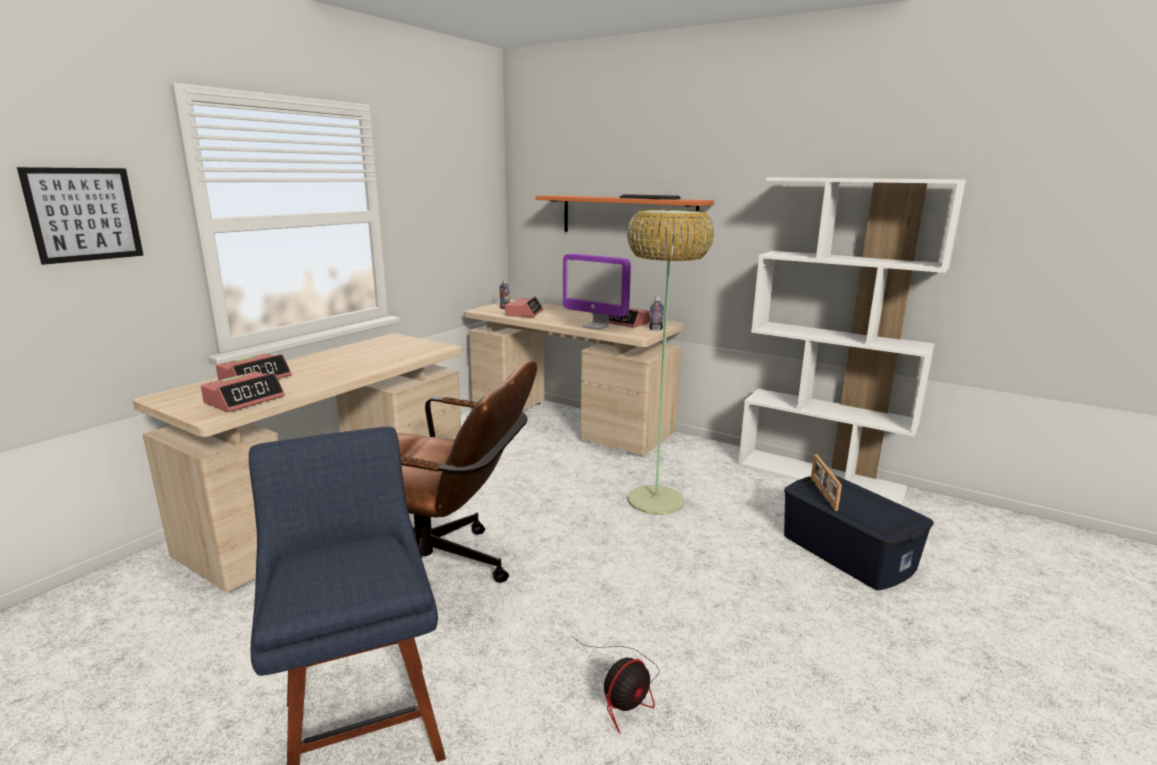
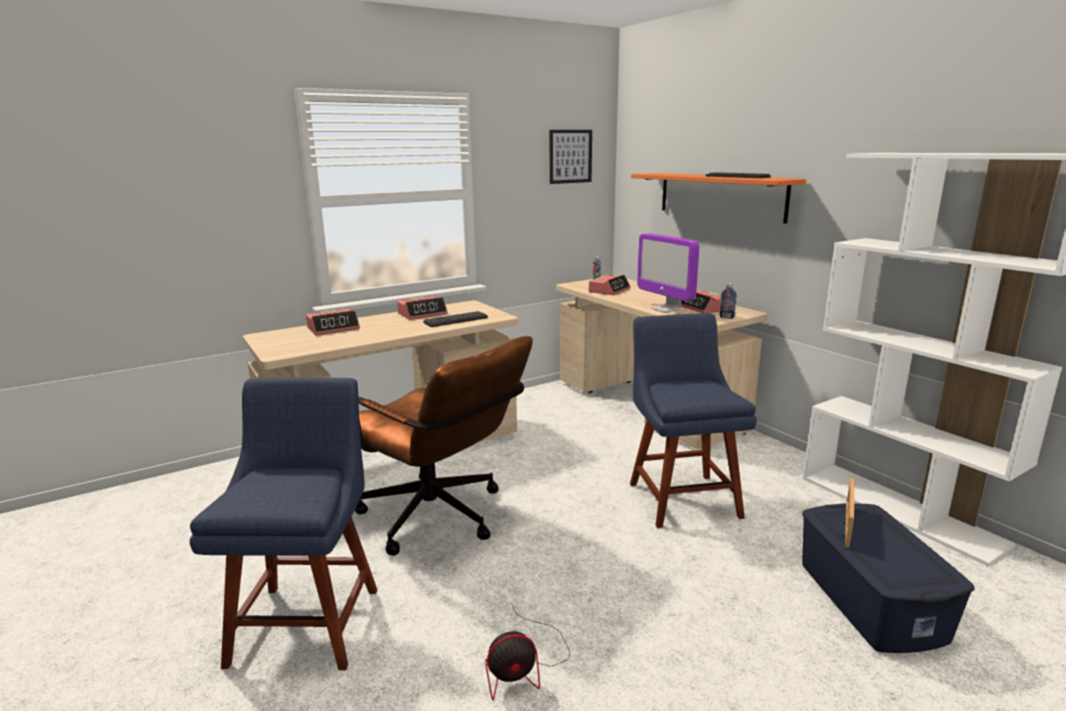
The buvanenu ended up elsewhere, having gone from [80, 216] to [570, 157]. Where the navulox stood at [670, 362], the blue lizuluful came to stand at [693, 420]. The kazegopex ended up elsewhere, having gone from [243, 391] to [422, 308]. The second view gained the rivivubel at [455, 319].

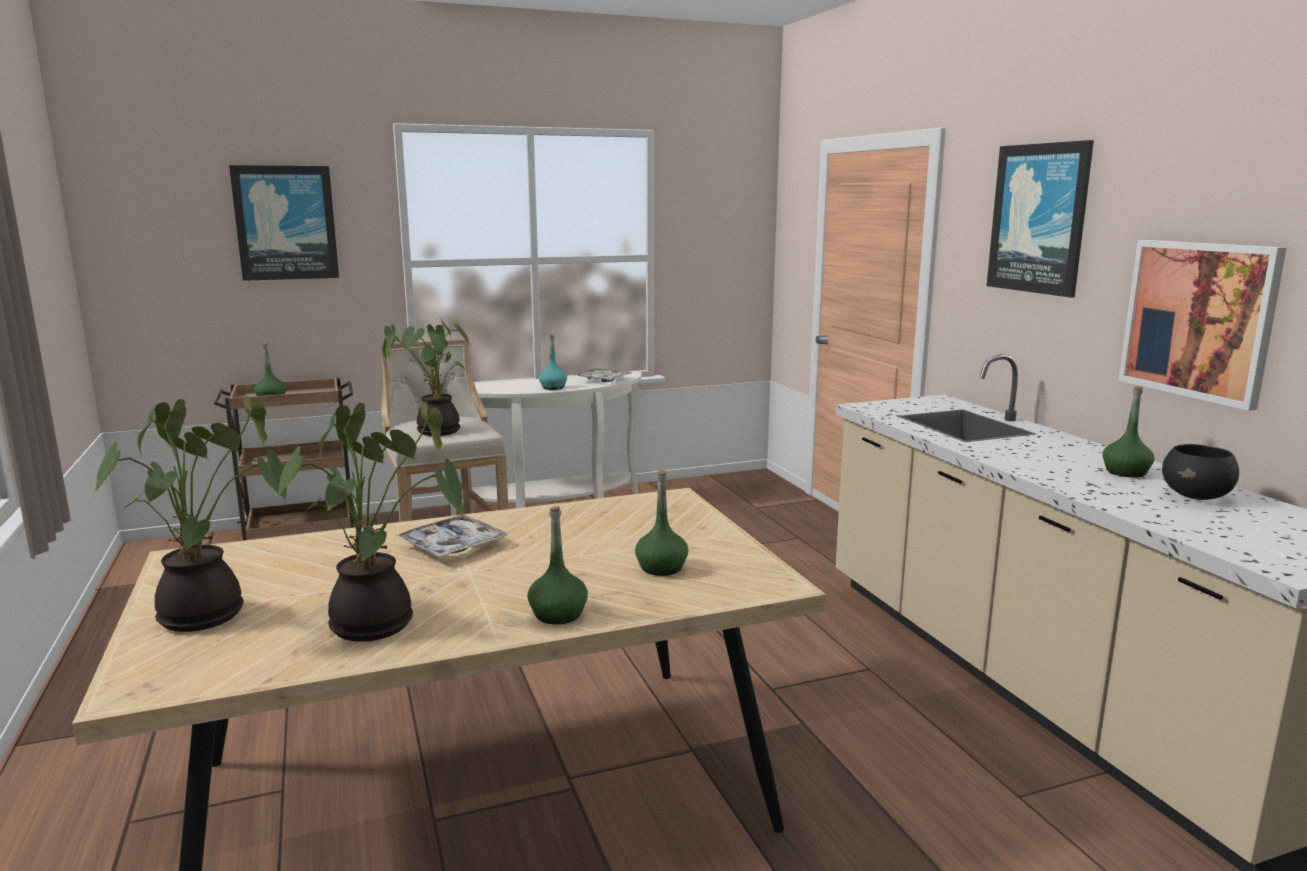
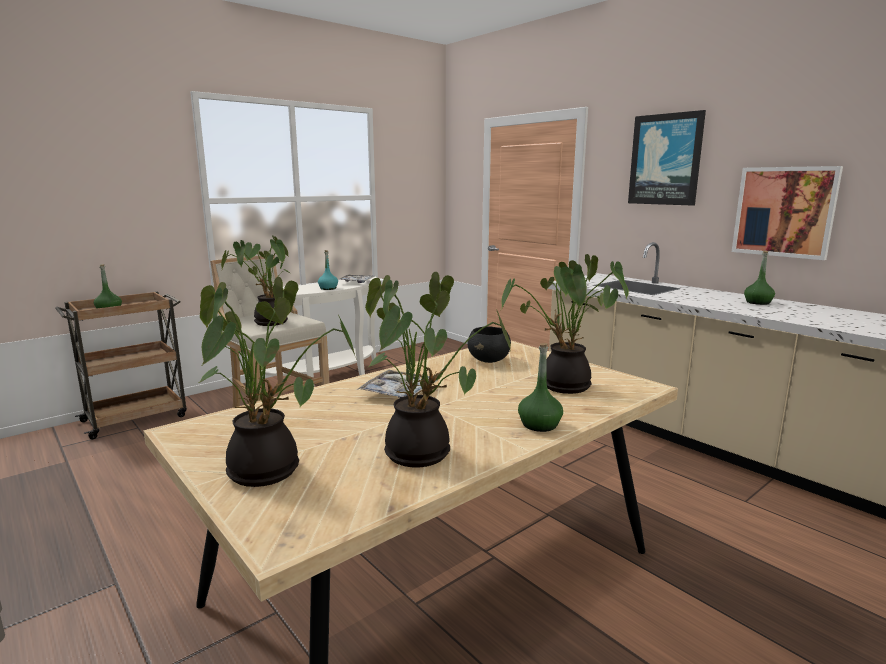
The second view lost the buvanenu at [284, 223]. The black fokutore ended up elsewhere, having gone from [1200, 472] to [489, 344]. Where the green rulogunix stood at [661, 523], the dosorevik came to stand at [565, 324].

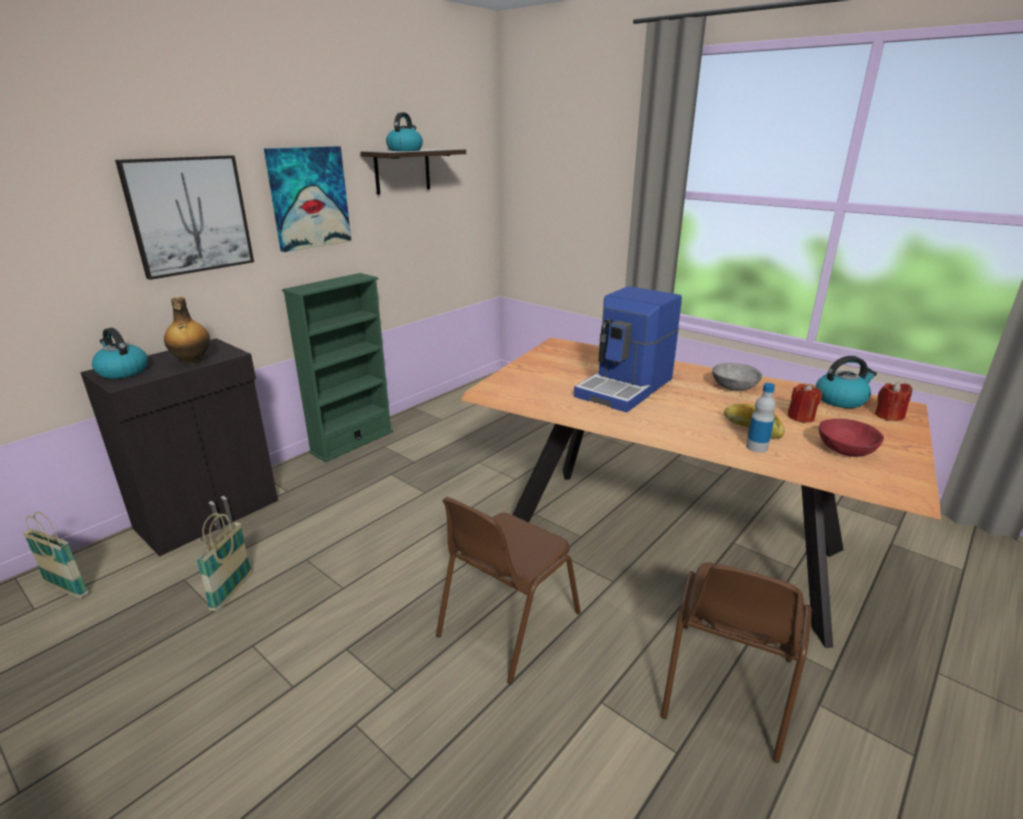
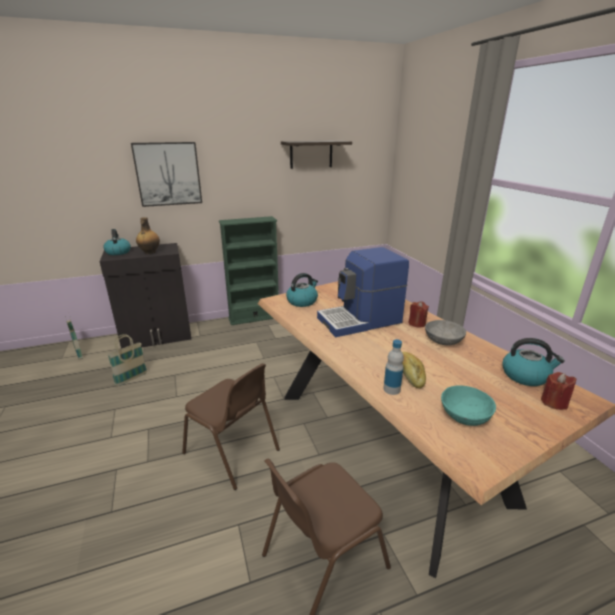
The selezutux ended up elsewhere, having gone from [404, 131] to [302, 290]. The second view lost the buvanenu at [307, 199]. The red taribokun ended up elsewhere, having gone from [804, 403] to [418, 314]. What was the red fokutore at [851, 438] turned into the turquoise fokutore at [468, 405]. The brown lizuluful at [508, 590] ended up facing another way, 120 degrees counterclockwise from before.

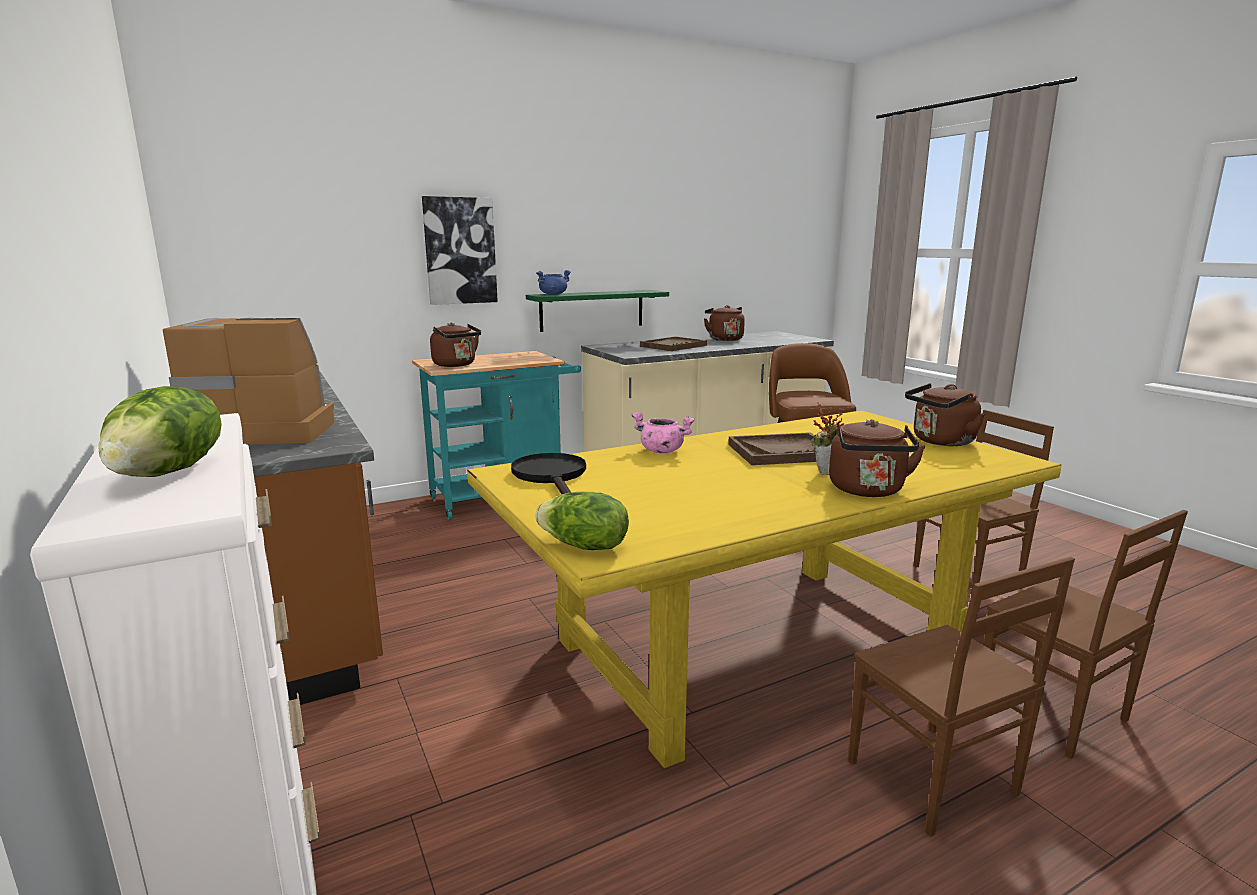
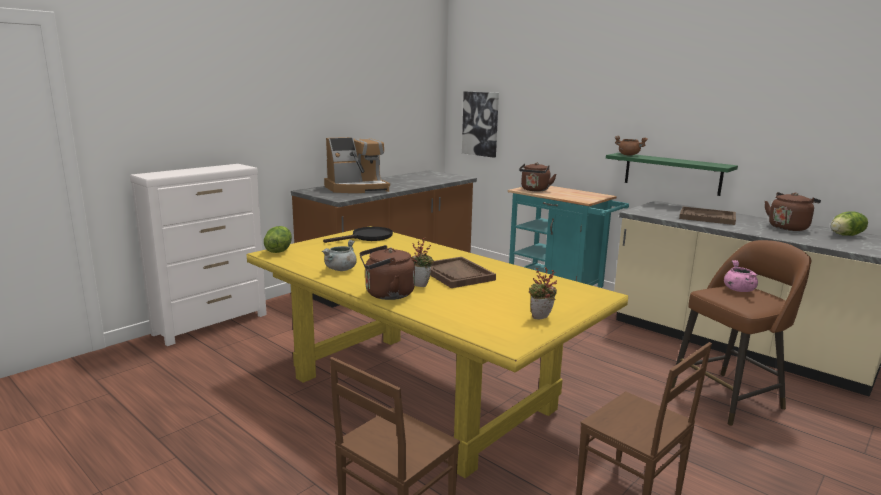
The buvanenu ended up elsewhere, having gone from [460, 250] to [480, 124]. What was the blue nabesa at [553, 282] turned into the brown nabesa at [631, 146]. The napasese at [248, 381] ended up facing another way, 90 degrees clockwise from before. Where the brown selezutux stood at [945, 414], the dosorevik came to stand at [543, 293]. The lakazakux ended up elsewhere, having gone from [160, 431] to [849, 223]. The pink nabesa ended up elsewhere, having gone from [663, 432] to [741, 276]. The second view lost the brown lizuluful at [961, 697]. The second view gained the grey nabesa at [339, 255].

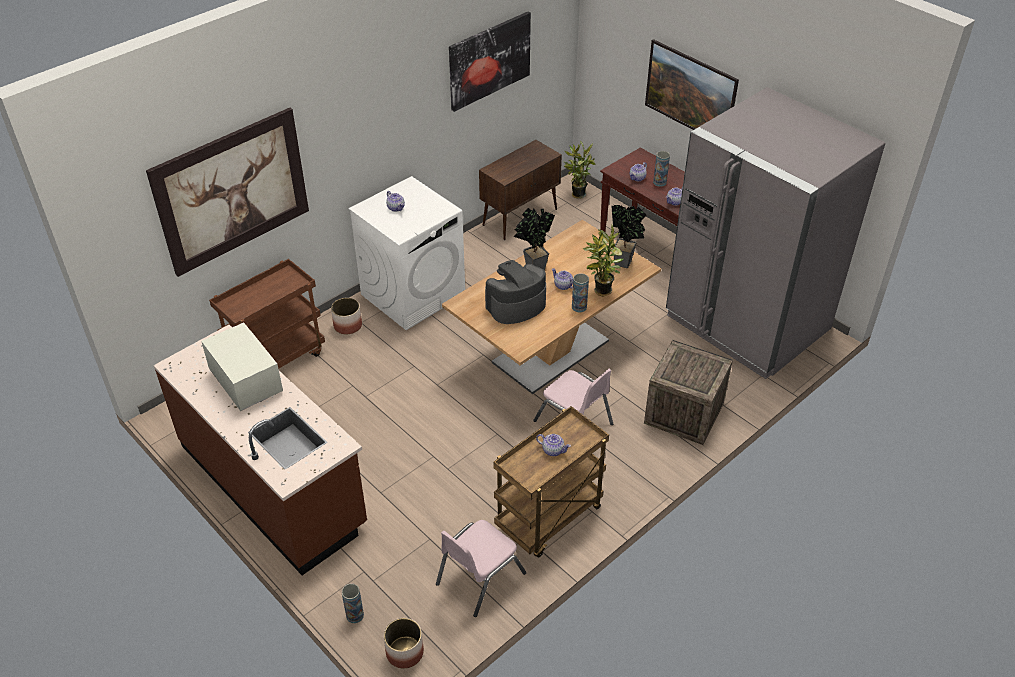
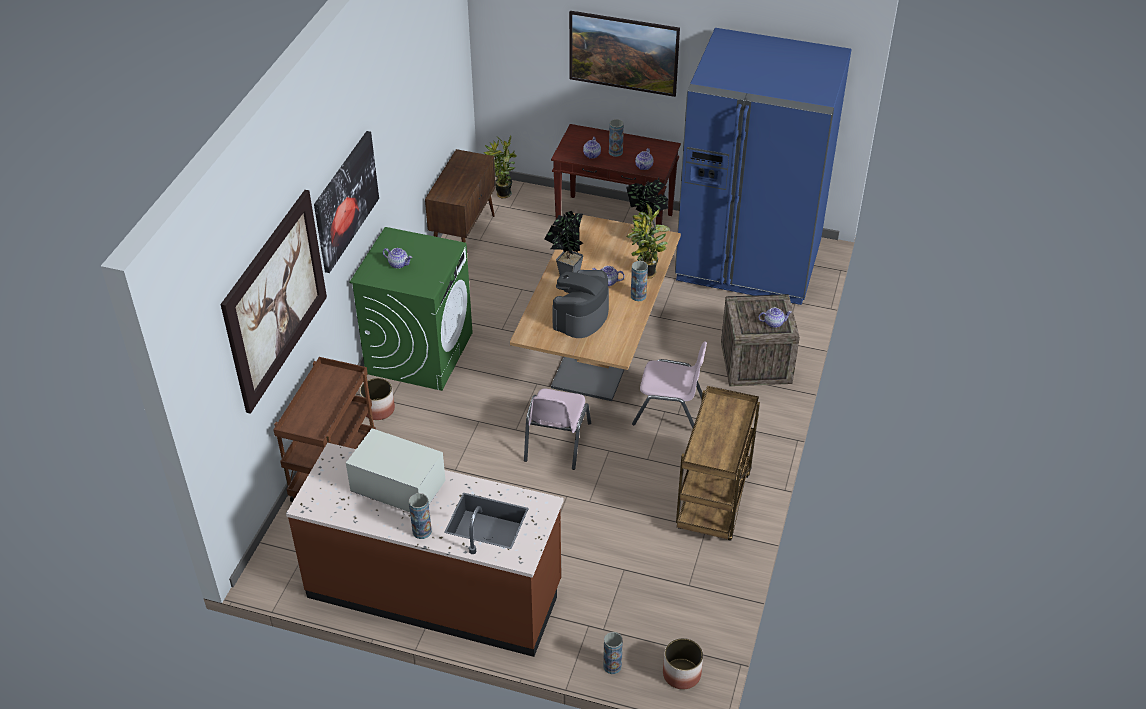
The buvanenu ended up elsewhere, having gone from [490, 62] to [346, 202]. What was the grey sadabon at [775, 233] turned into the blue sadabon at [763, 166]. What was the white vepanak at [406, 253] turned into the green vepanak at [411, 309]. The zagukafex ended up elsewhere, having gone from [553, 445] to [775, 318]. The pink lizuluful ended up elsewhere, having gone from [481, 568] to [557, 429]. The second view gained the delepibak at [420, 516].

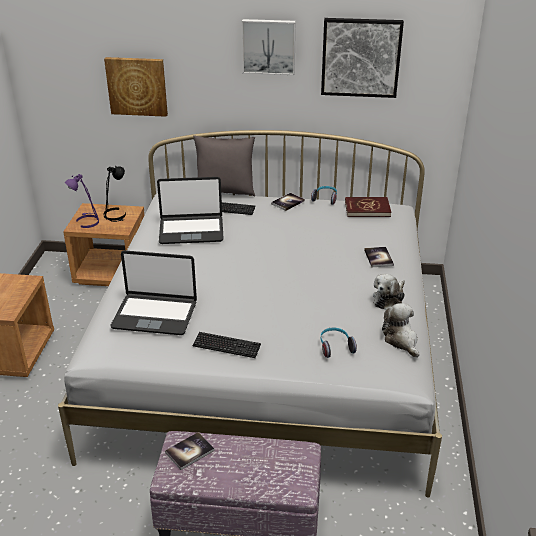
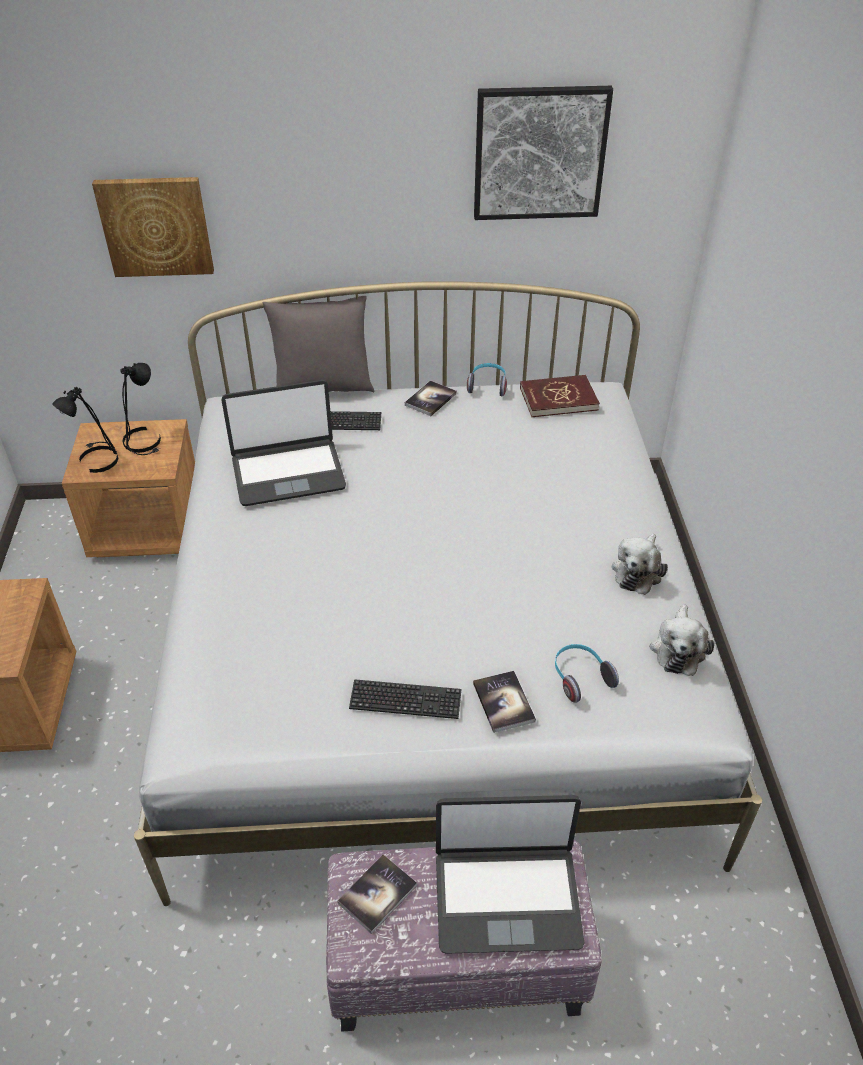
The second view lost the buvanenu at [269, 47]. What was the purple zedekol at [82, 201] turned into the black zedekol at [85, 430]. The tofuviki ended up elsewhere, having gone from [379, 257] to [504, 702]. The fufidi ended up elsewhere, having gone from [154, 292] to [510, 874]. The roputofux at [400, 330] ended up facing another way, 135 degrees counterclockwise from before.

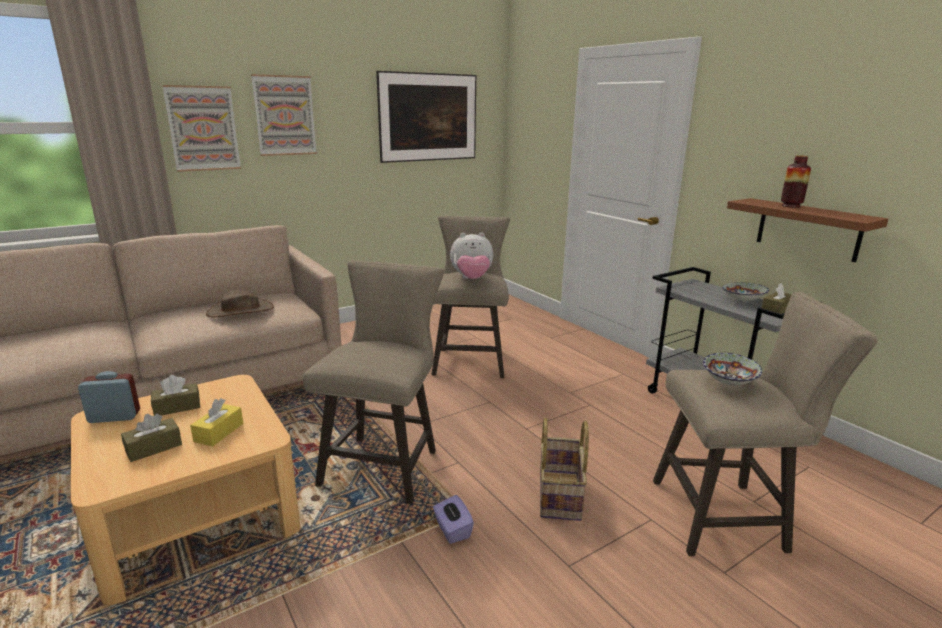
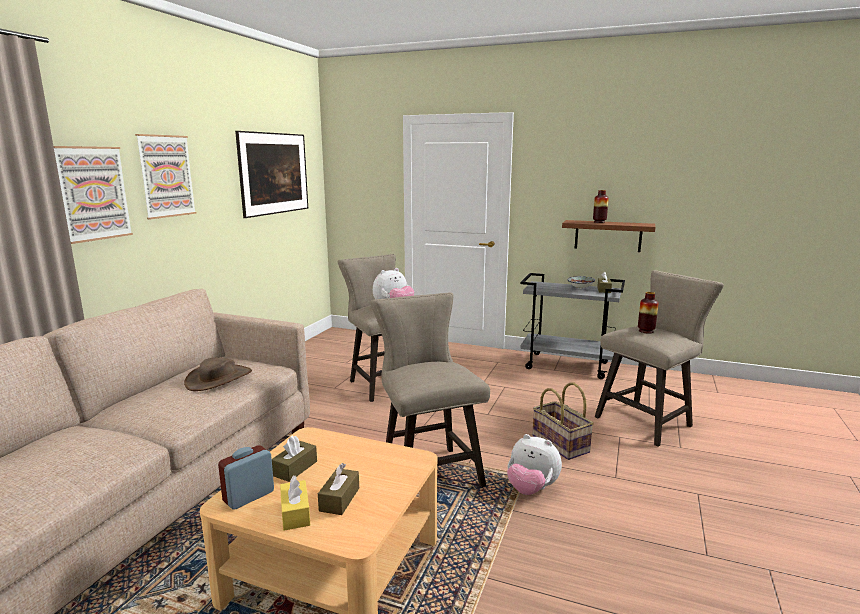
Where the fokutore stood at [732, 369], the delepibak came to stand at [648, 313]. The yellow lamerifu ended up elsewhere, having gone from [216, 422] to [295, 502]. Where the purple lamerifu stood at [453, 519], the roputofux came to stand at [534, 464].

